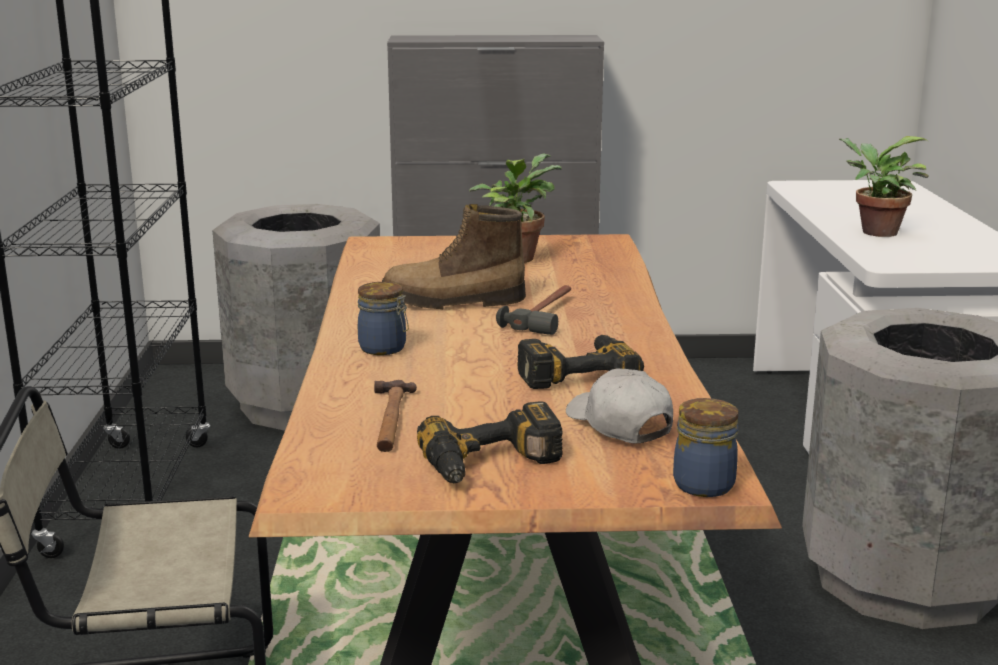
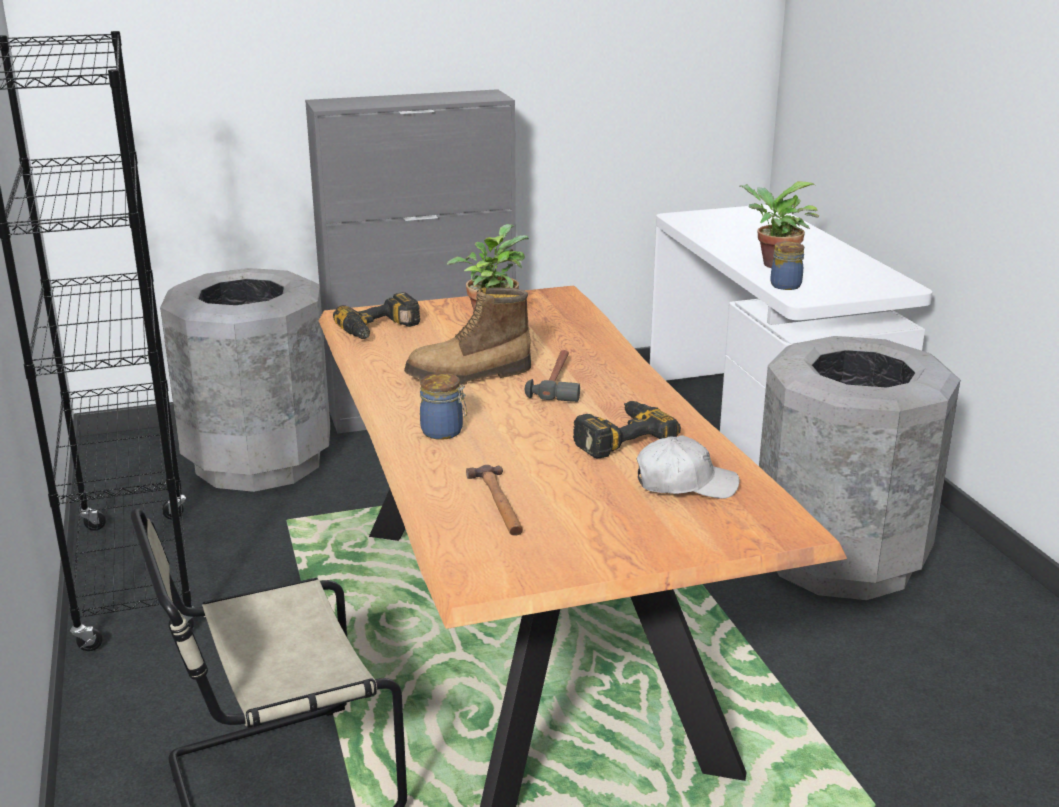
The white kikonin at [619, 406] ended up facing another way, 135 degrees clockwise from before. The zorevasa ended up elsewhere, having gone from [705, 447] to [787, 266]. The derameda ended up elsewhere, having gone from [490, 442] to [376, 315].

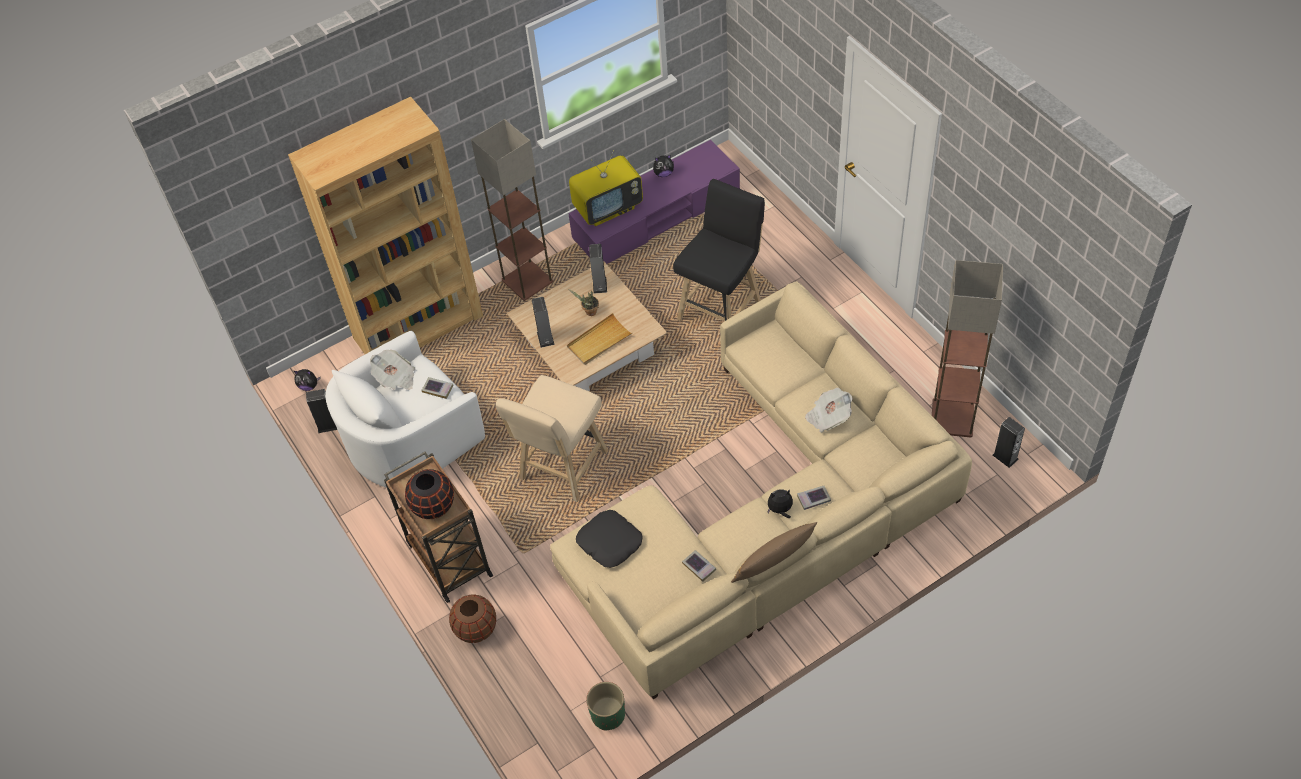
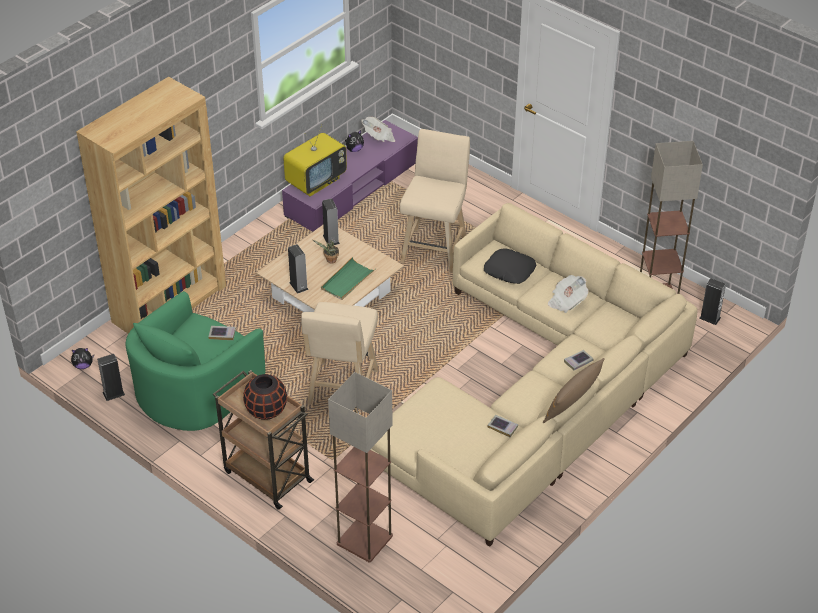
The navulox ended up elsewhere, having gone from [512, 210] to [360, 467]. What was the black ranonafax at [719, 250] turned into the beige ranonafax at [435, 201]. What was the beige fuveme at [600, 339] turned into the green fuveme at [348, 278]. What was the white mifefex at [405, 409] turned into the green mifefex at [195, 361]. The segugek ended up elsewhere, having gone from [392, 370] to [378, 129]. The second view lost the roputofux at [780, 503]. The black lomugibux ended up elsewhere, having gone from [609, 539] to [510, 266]. The second view lost the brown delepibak at [472, 618]. The second view lost the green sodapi at [605, 706].

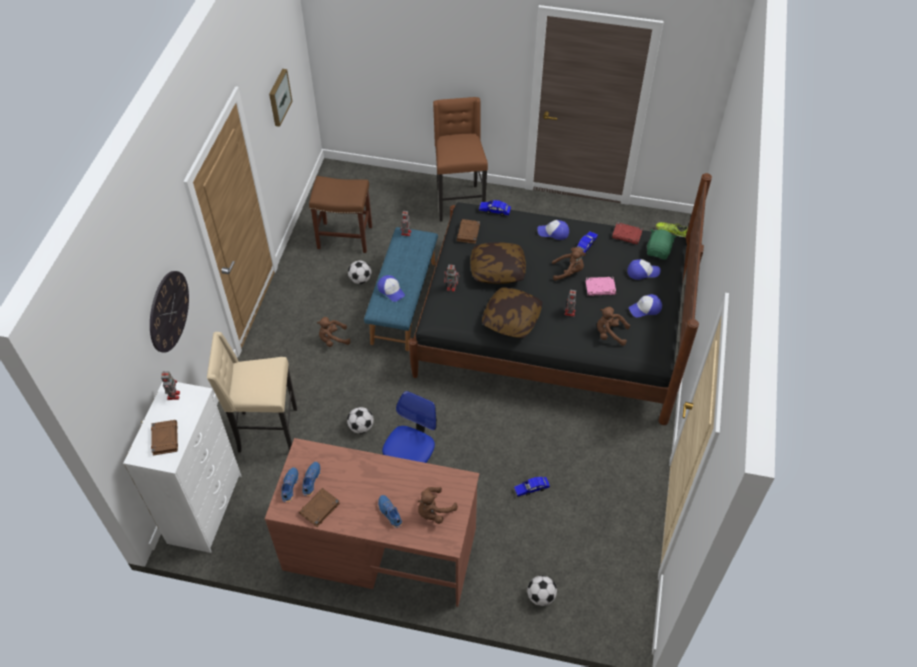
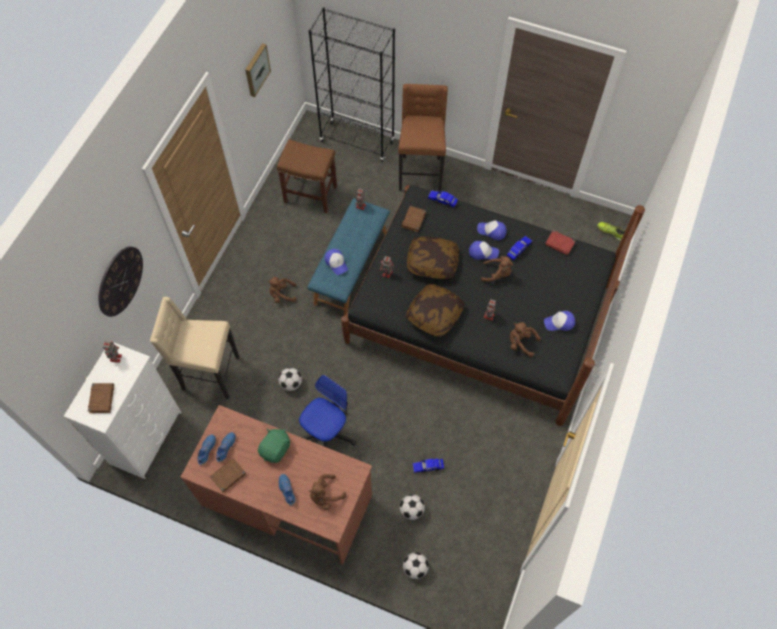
The green roputofux ended up elsewhere, having gone from [662, 244] to [274, 445]. The kikonin ended up elsewhere, having gone from [644, 269] to [484, 250]. The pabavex ended up elsewhere, having gone from [360, 272] to [412, 507]. The second view lost the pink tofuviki at [601, 286]. The second view gained the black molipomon at [352, 84].

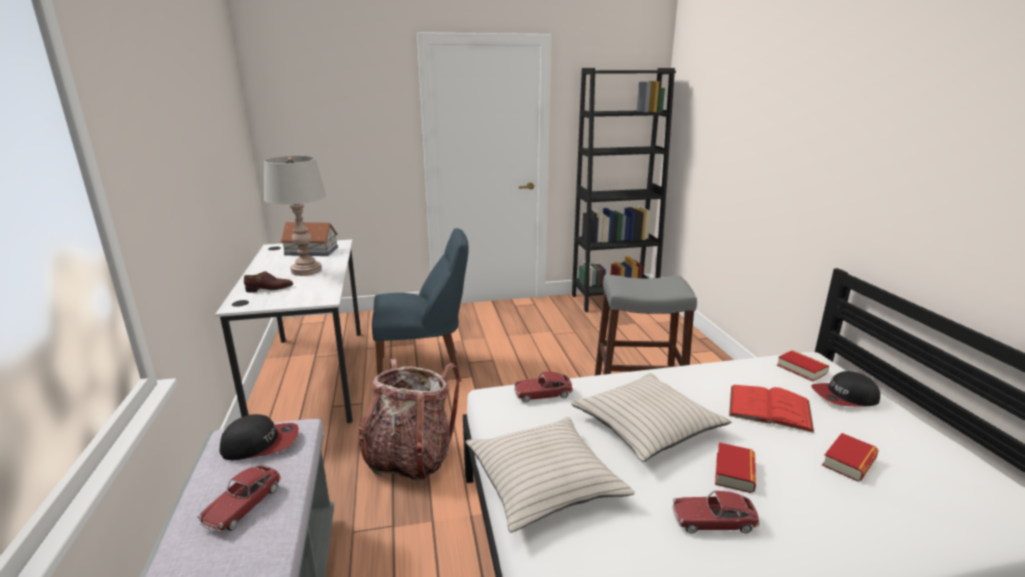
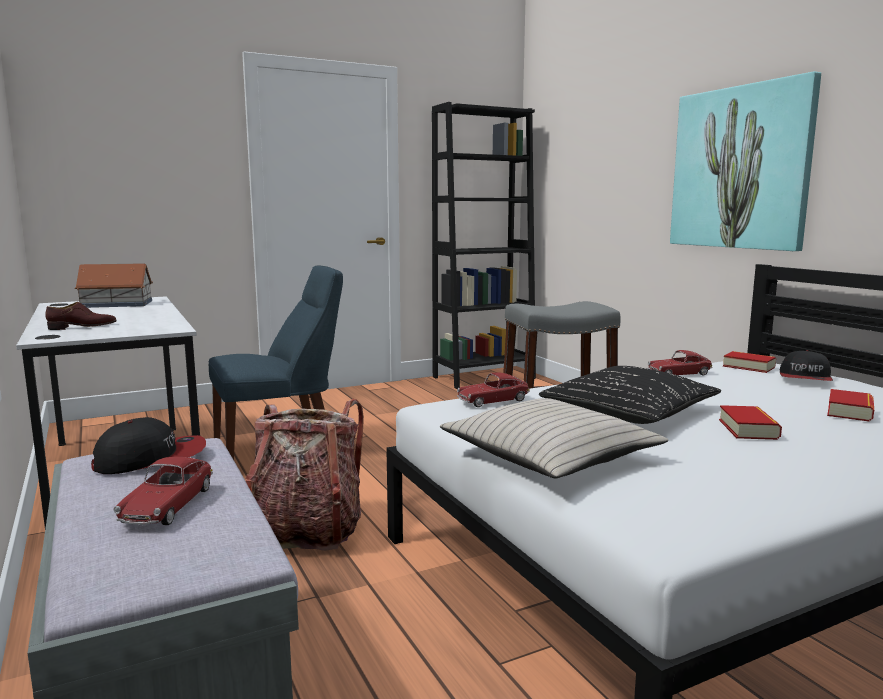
The second view lost the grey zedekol at [295, 216]. The kikonin at [845, 388] ended up facing another way, 45 degrees counterclockwise from before. What was the beige lomugibux at [651, 417] turned into the black lomugibux at [630, 395]. The second view lost the red tofuviki at [771, 409]. The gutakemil ended up elsewhere, having gone from [716, 512] to [680, 363]. The second view gained the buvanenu at [745, 161].

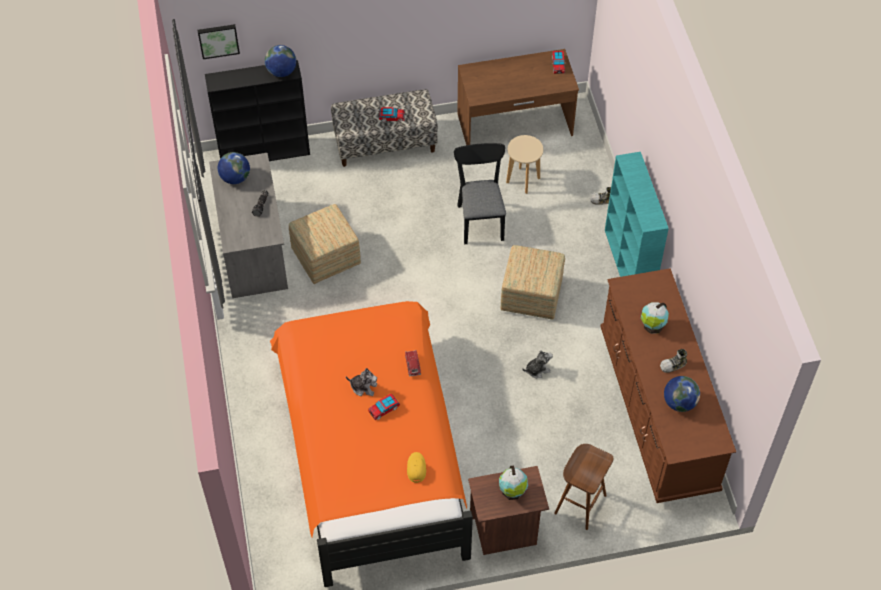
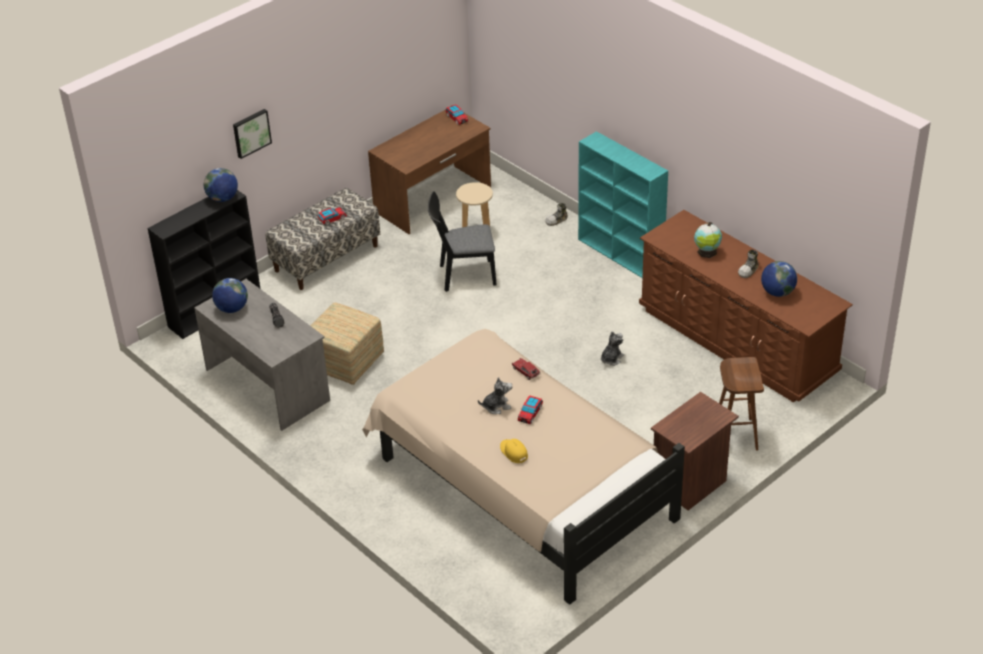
The buvanenu ended up elsewhere, having gone from [219, 41] to [252, 134]. The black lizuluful at [480, 193] ended up facing another way, 60 degrees counterclockwise from before. The second view lost the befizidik at [532, 282]. What was the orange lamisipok at [371, 444] turned into the beige lamisipok at [523, 467]. The yellow kikonin ended up elsewhere, having gone from [416, 467] to [514, 451]. The second view lost the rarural at [513, 483].

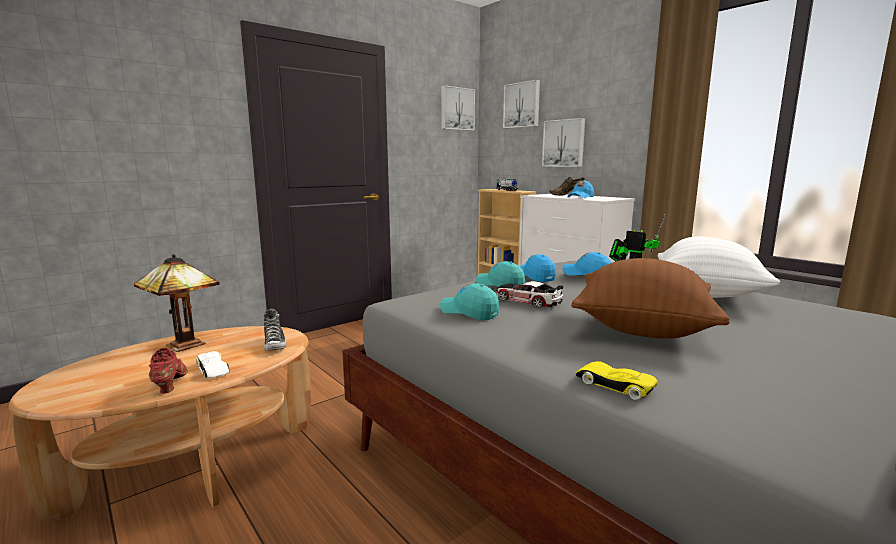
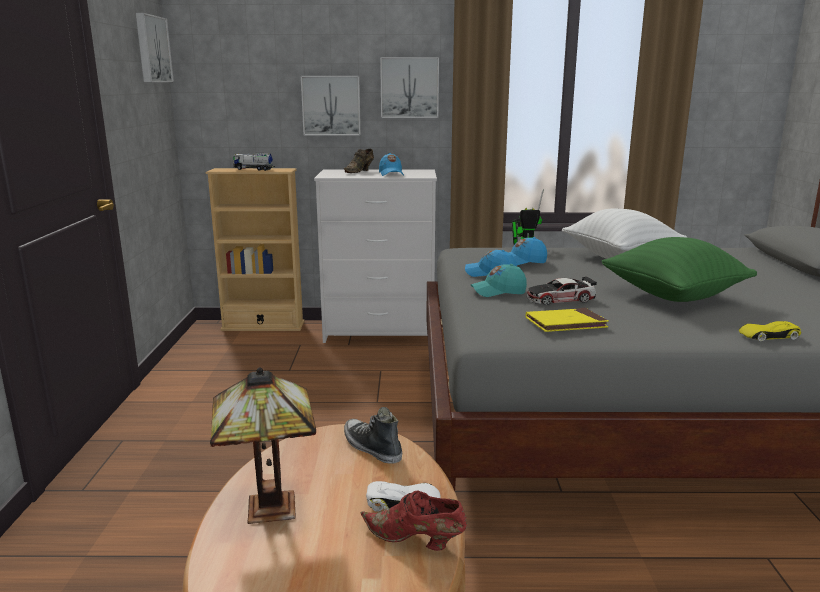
The buvanenu ended up elsewhere, having gone from [521, 104] to [409, 87]. What was the brown lomugibux at [650, 298] turned into the green lomugibux at [679, 269]. Where the turquoise kikonin stood at [469, 301], the yellow tofuviki came to stand at [567, 320]. The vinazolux at [275, 330] ended up facing another way, 150 degrees counterclockwise from before.

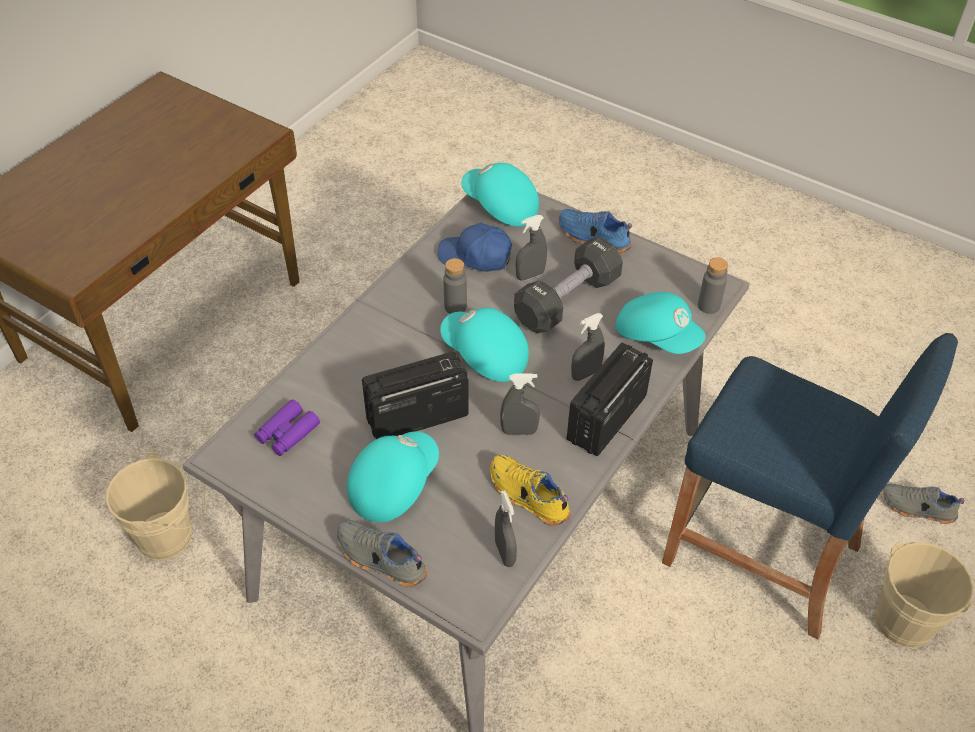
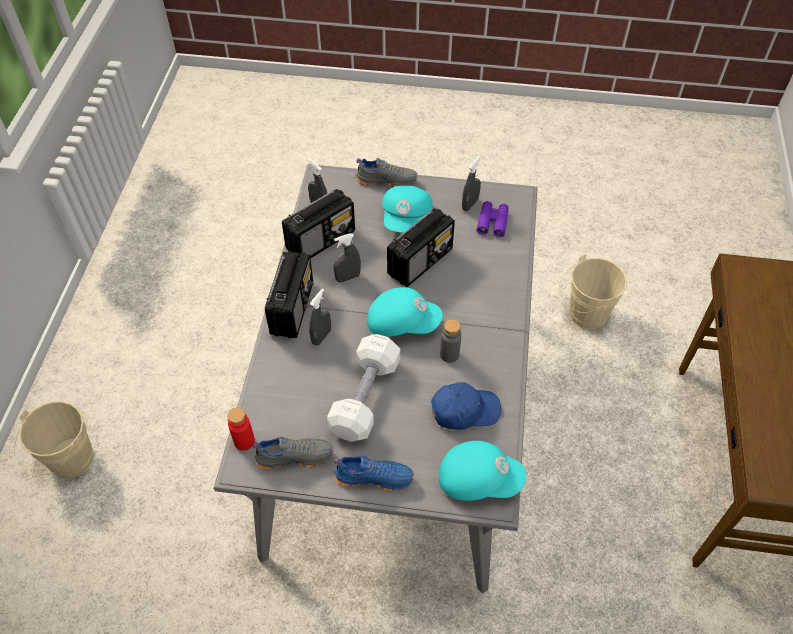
The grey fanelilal ended up elsewhere, having gone from [531, 248] to [471, 183]. What was the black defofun at [568, 284] turned into the white defofun at [363, 388]. What was the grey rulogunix at [713, 285] turned into the red rulogunix at [241, 428]. The second view lost the turquoise kikonin at [661, 323]. The second view lost the blue ranonafax at [810, 486]. Where the yellow vinazolux stood at [530, 490], the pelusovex came to stand at [318, 223]. The grey vinazolux ended up elsewhere, having gone from [924, 504] to [293, 453].

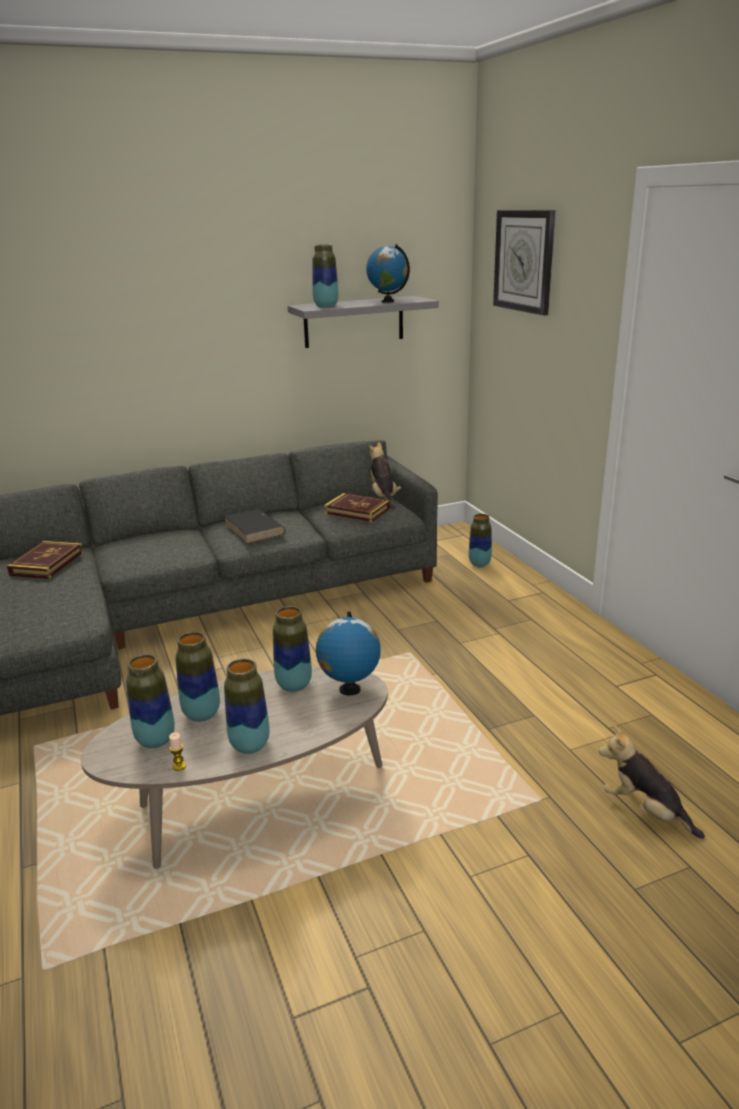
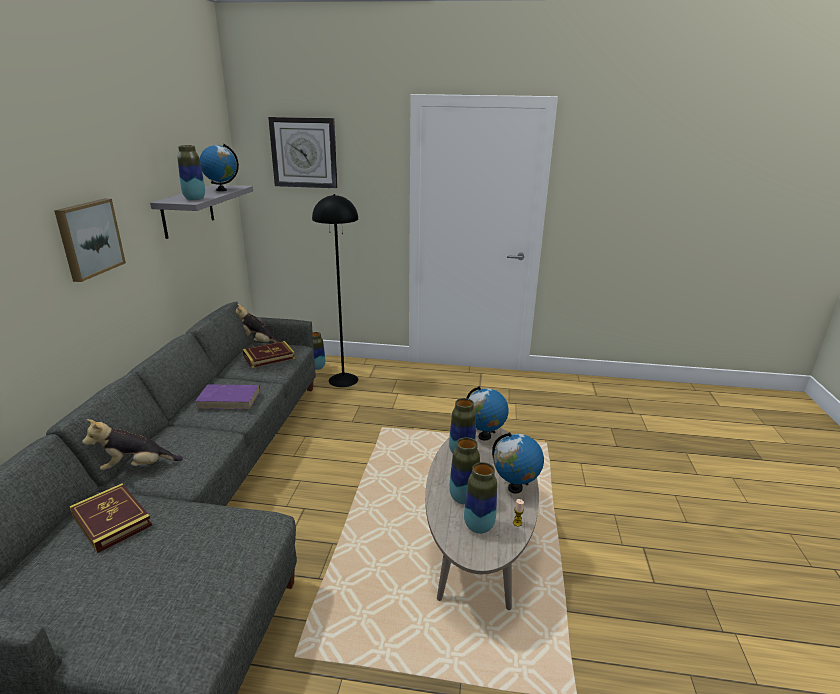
What was the black tofuviki at [254, 526] turned into the purple tofuviki at [227, 396]. Where the delepibak stood at [247, 706], the rarural came to stand at [518, 463]. The roputofux ended up elsewhere, having gone from [652, 782] to [132, 445]. The second view gained the black navulox at [335, 290]. The second view gained the buvanenu at [90, 240].

